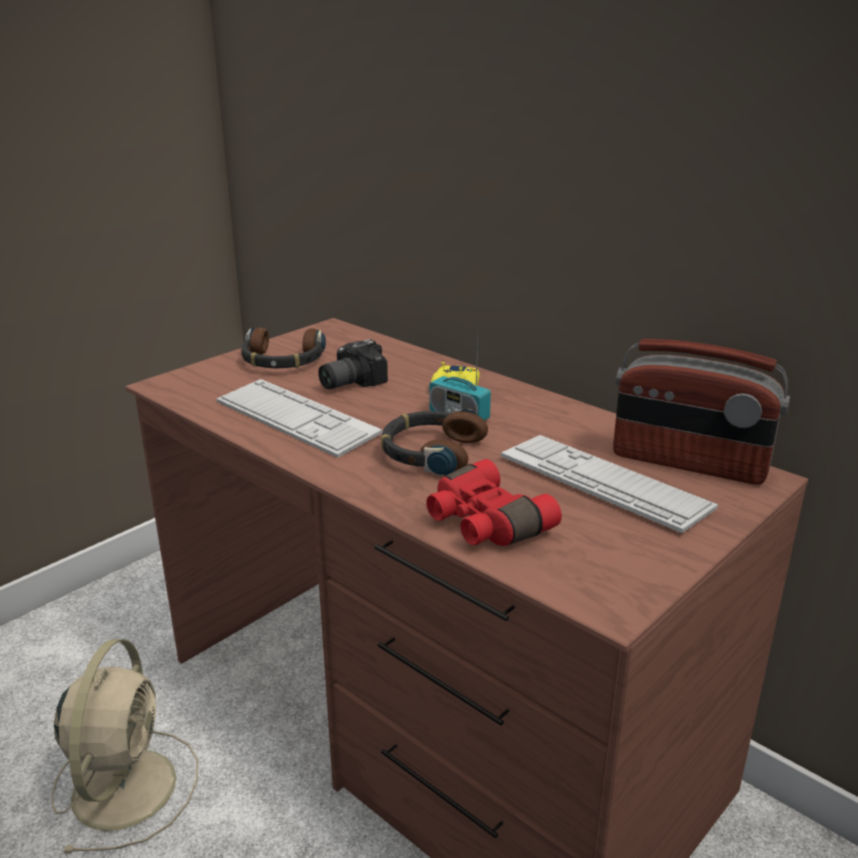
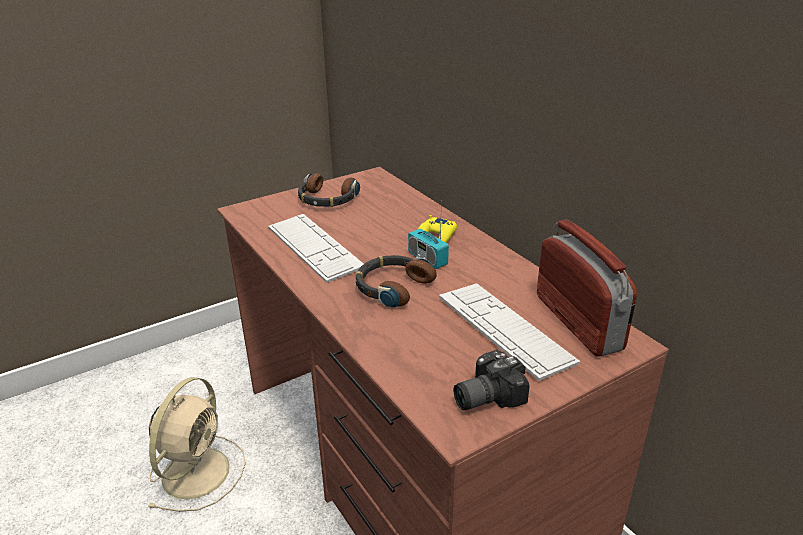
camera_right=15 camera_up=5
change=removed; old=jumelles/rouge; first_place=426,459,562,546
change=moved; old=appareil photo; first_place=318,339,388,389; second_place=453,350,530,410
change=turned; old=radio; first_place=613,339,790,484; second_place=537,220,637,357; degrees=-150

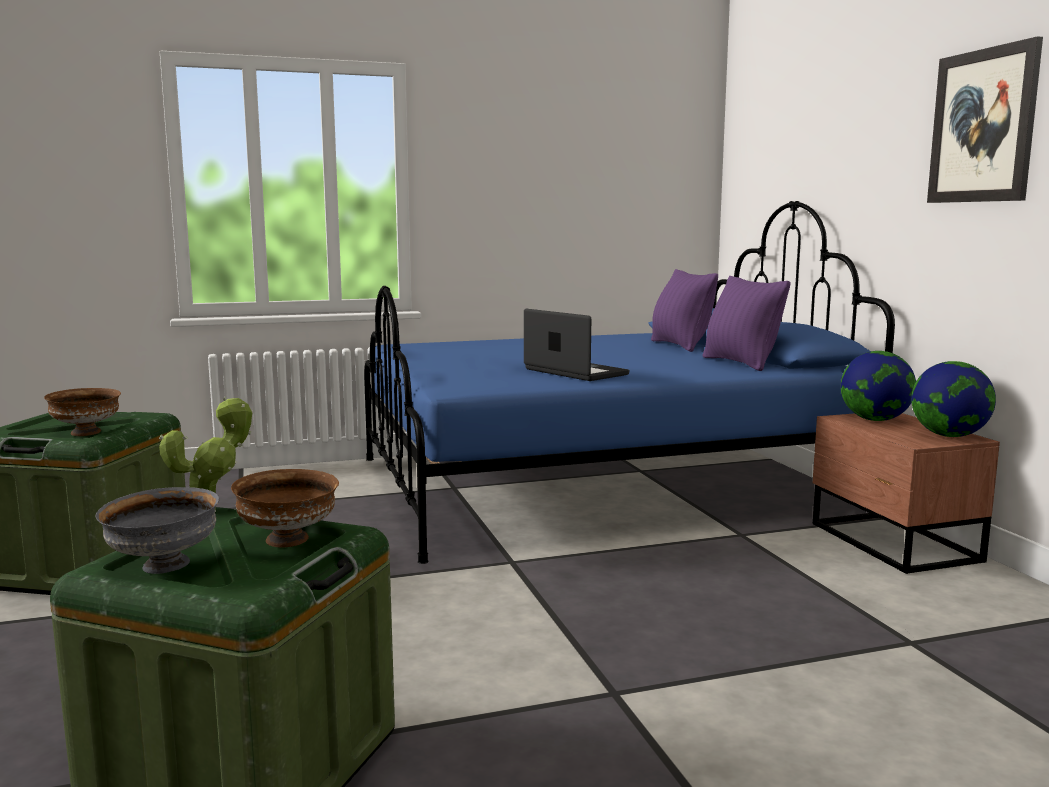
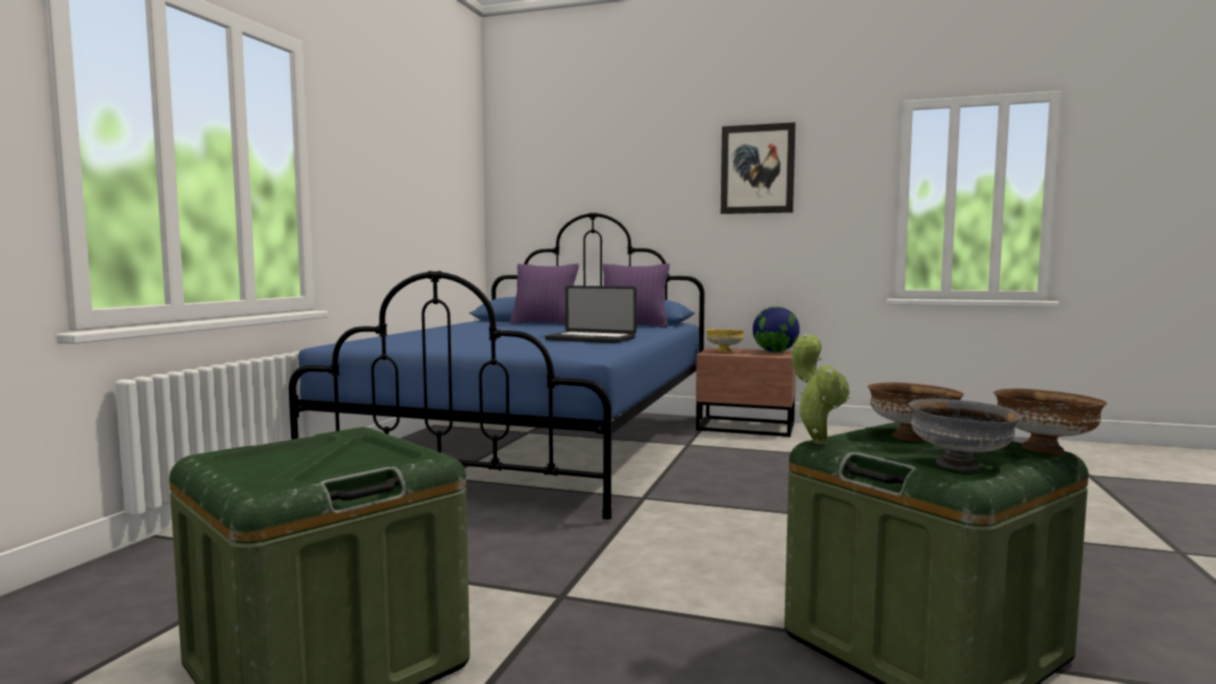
camera_right=-55 camera_up=-5
change=moved; old=bol/marron; first_place=44,388,121,436; second_place=993,389,1107,454
change=replaced; old=globe; new=bol/jaune; first_place=841,351,916,421; second_place=706,329,744,352
change=turned; old=ordinateur portable; first_place=524,309,629,381; second_place=545,286,637,343; degrees=-150

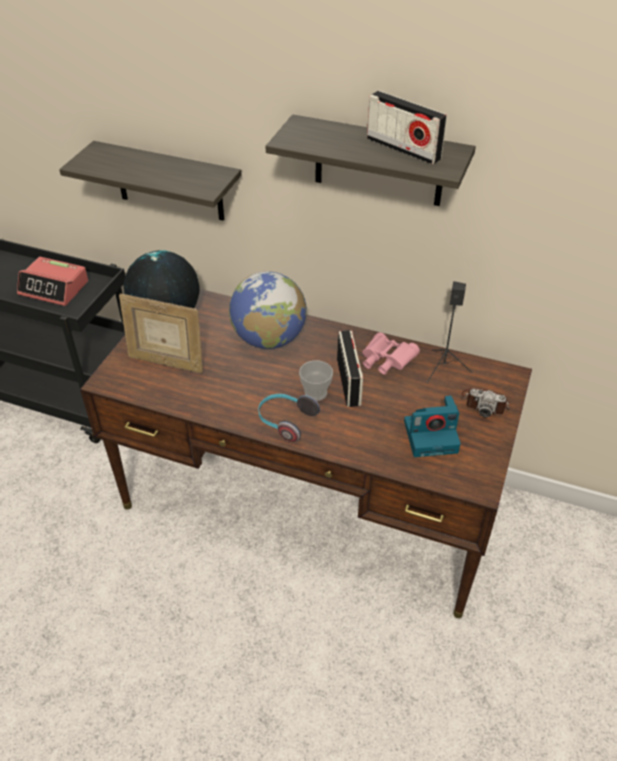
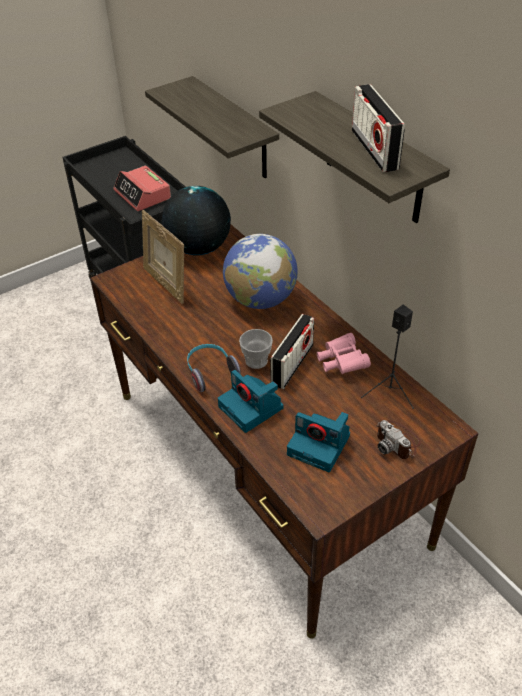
camera_right=35 camera_up=0
change=added; new=appareil photo; second_place=218,370,283,433

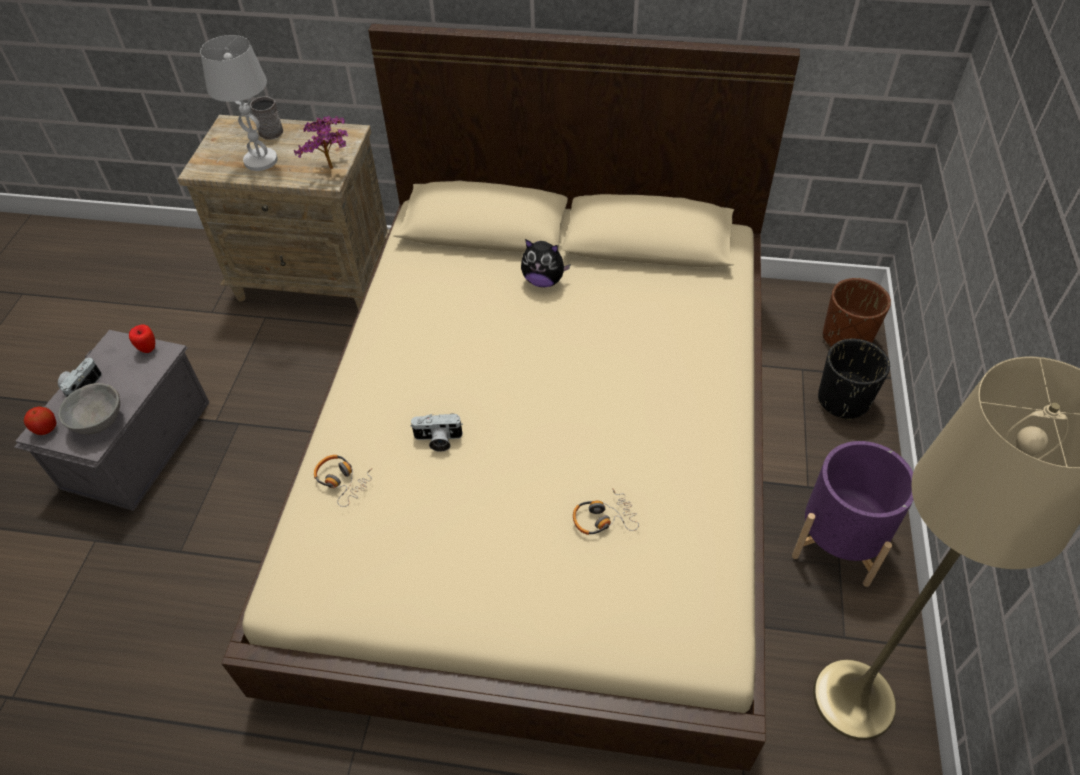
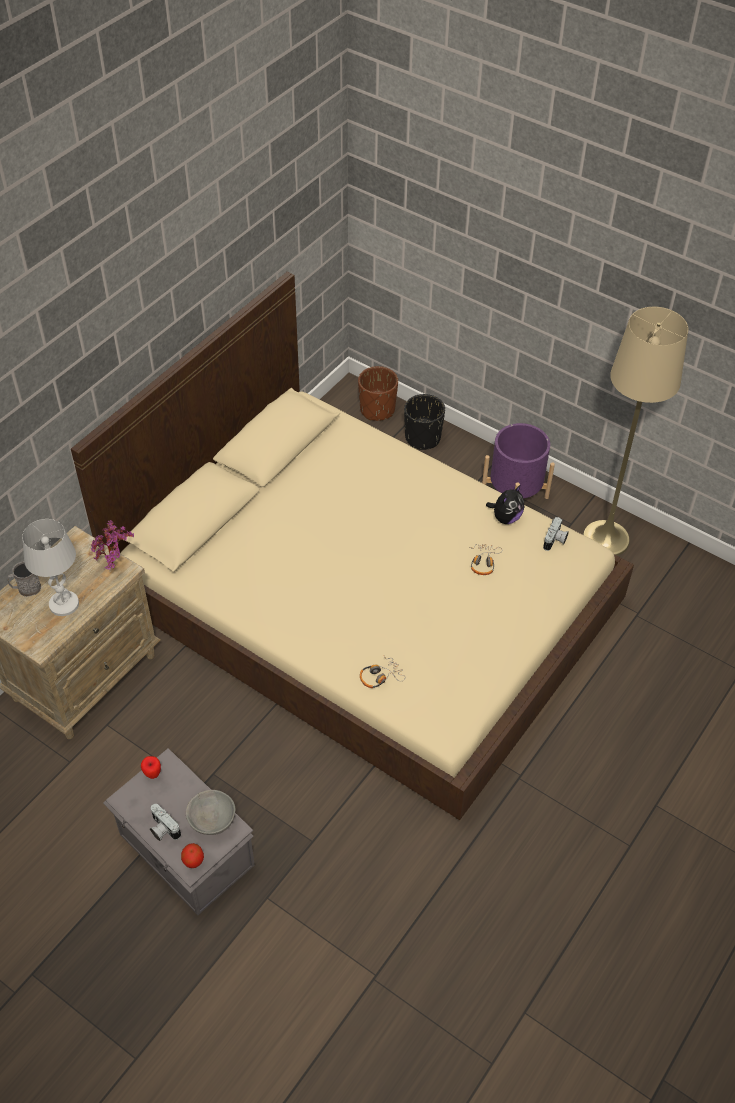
camera_right=-65 camera_up=0
change=moved; old=appareil photo; first_place=410,413,463,452; second_place=543,517,569,551
change=moved; old=peluche; first_place=521,239,571,287; second_place=486,485,524,524

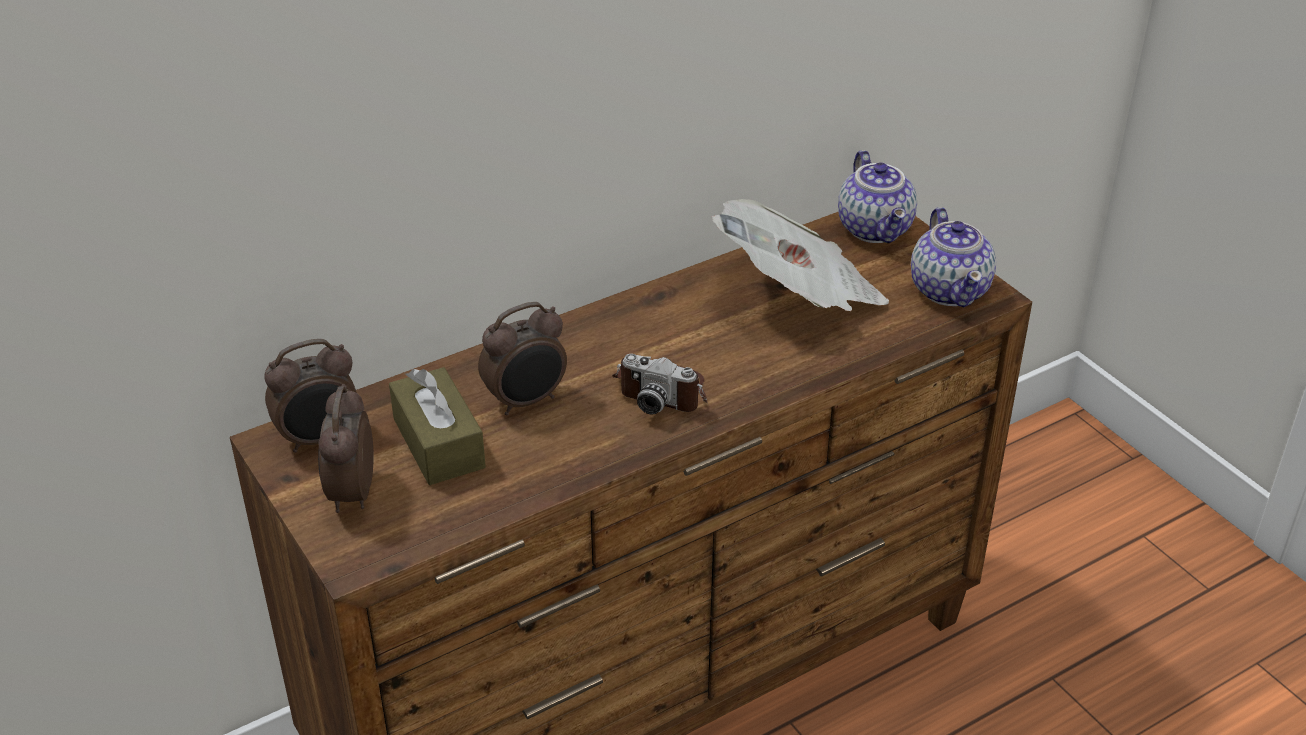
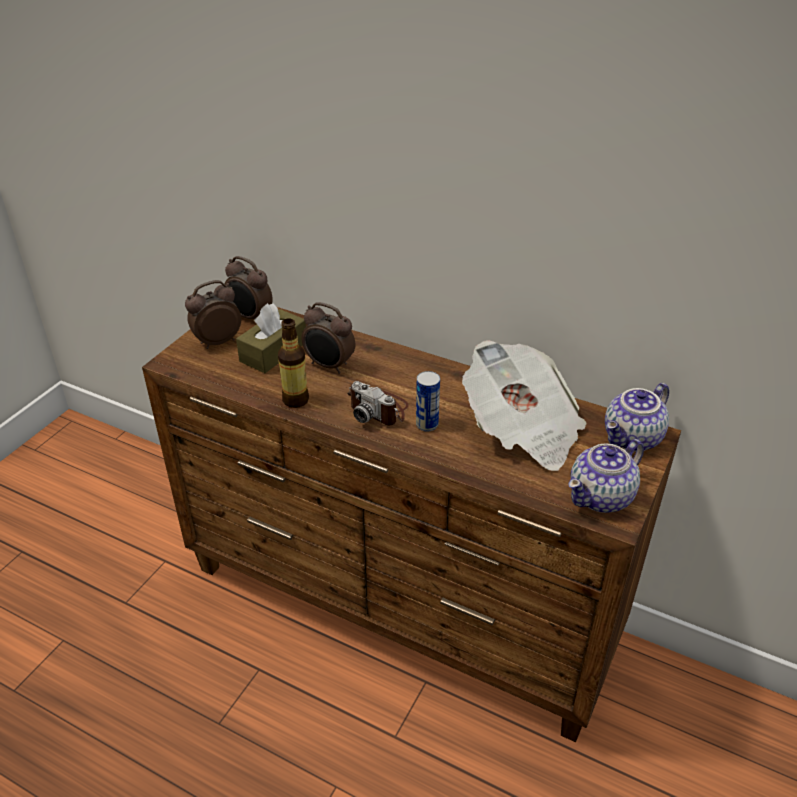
camera_right=60 camera_up=0
change=added; new=bouteille; second_place=278,318,309,408
change=added; new=boîte métallique; second_place=416,371,440,431
change=turned; old=appareil photo; first_place=612,353,707,415; second_place=347,381,409,425; degrees=-45

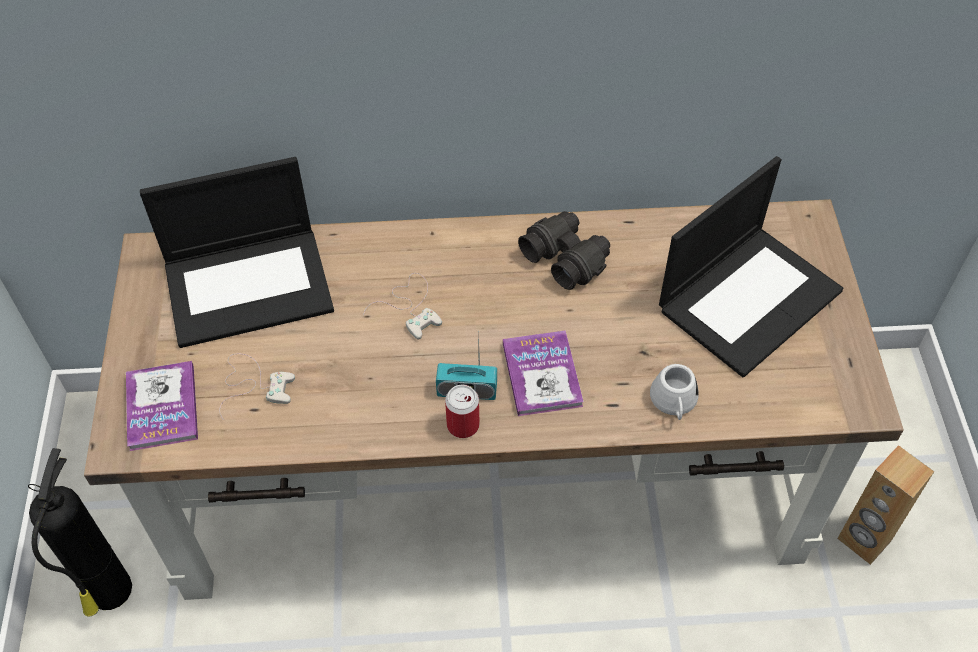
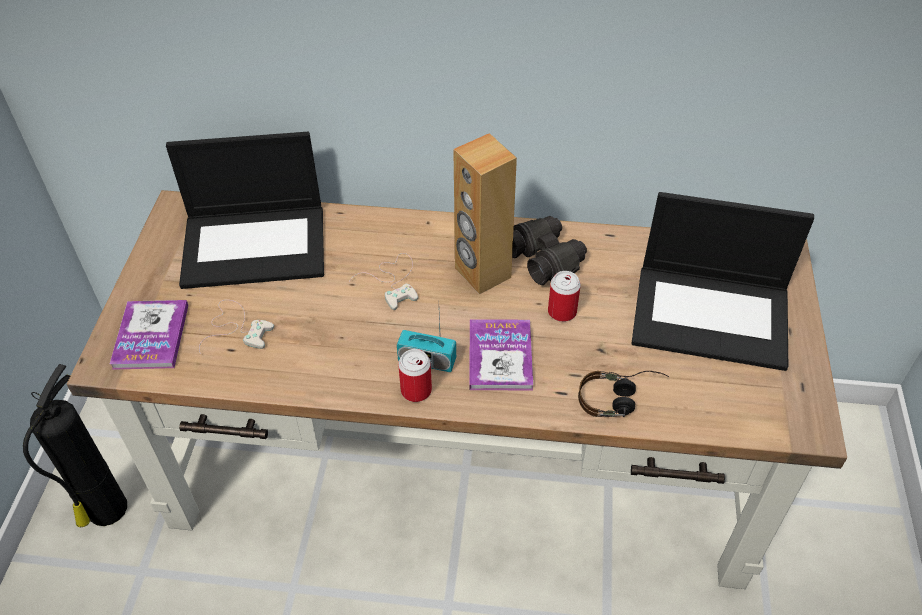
camera_right=10 camera_up=-5
change=added; new=boîte métallique; second_place=548,271,581,322
change=moved; old=enceinte/marron; first_place=837,445,934,565; second_place=453,133,517,294
change=replaced; old=mug/blanc; new=casque audio; first_place=650,364,698,420; second_place=578,371,669,417
change=turned; old=ordinateur portable; first_place=659,156,844,378; second_place=631,192,814,371; degrees=45

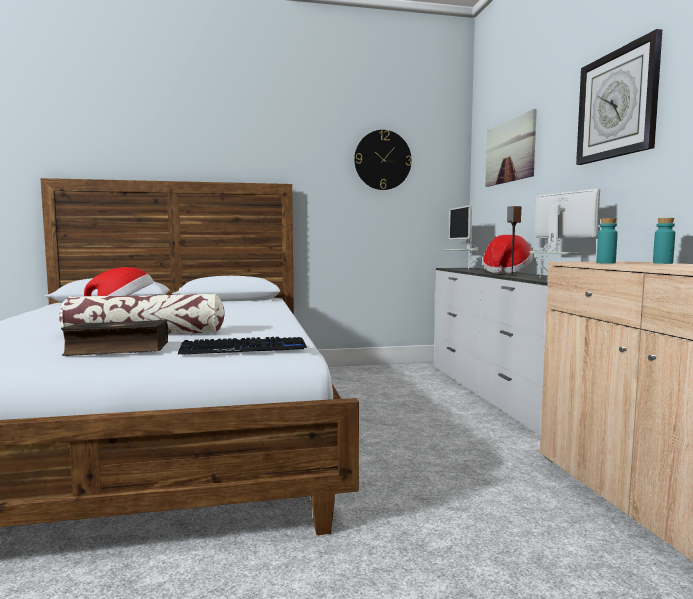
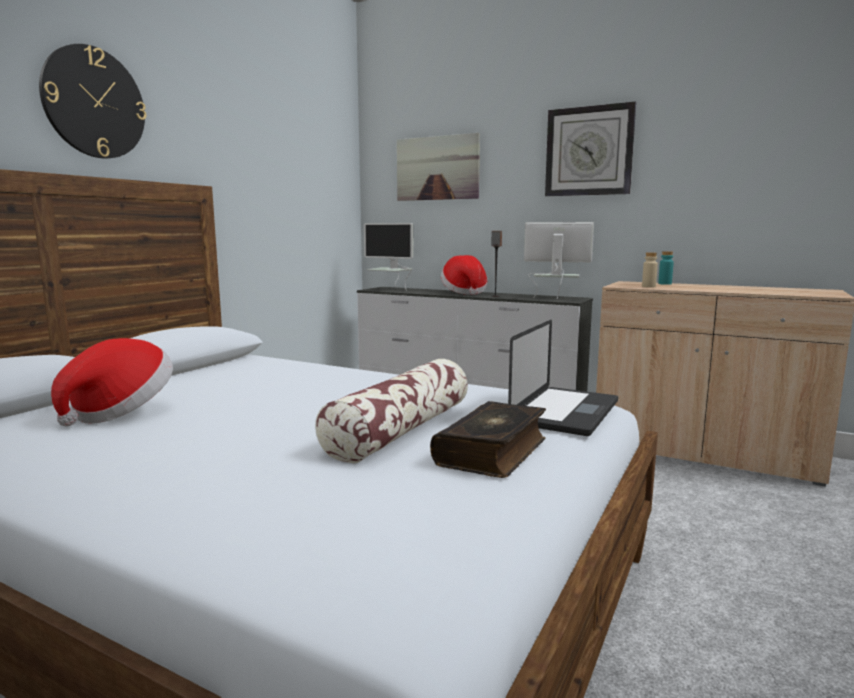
camera_right=-50 camera_up=5
change=moved; old=horloge murale; first_place=354,130,412,190; second_place=39,44,146,158
change=replaced; old=clavier; new=ordinateur portable; first_place=178,337,307,354; second_place=508,320,618,436
change=recoloured; old=bouteille/turquoise; new=bouteille/beige; first_place=597,218,618,264; second_place=642,252,658,287

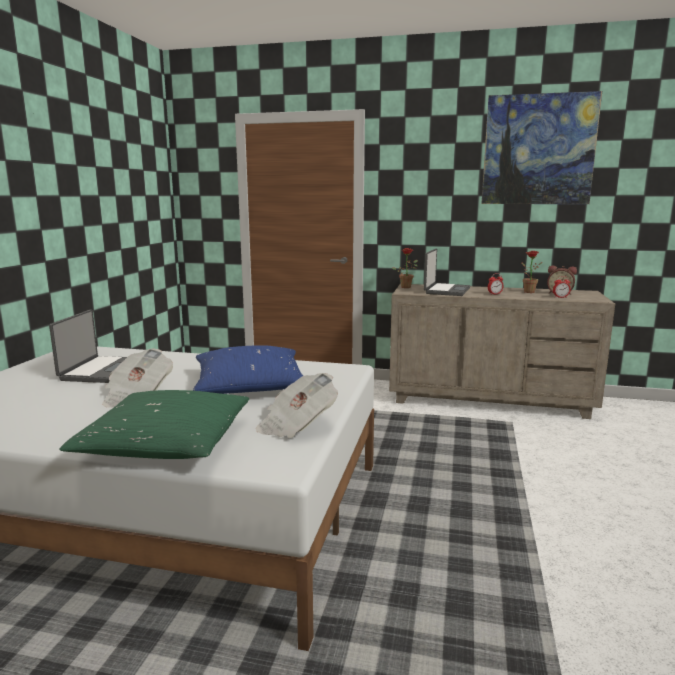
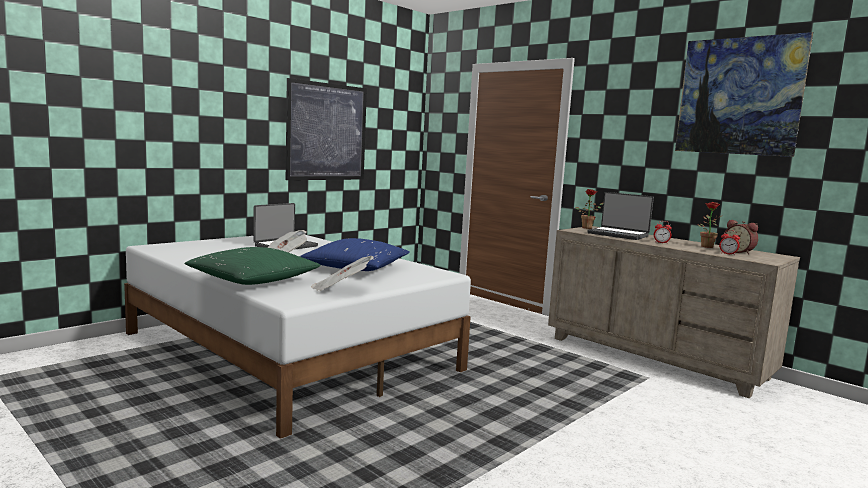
camera_right=30 camera_up=-5
change=added; new=tableau; second_place=286,78,367,180
change=turned; old=ordinateur portable; first_place=424,249,470,296; second_place=588,192,654,240; degrees=75

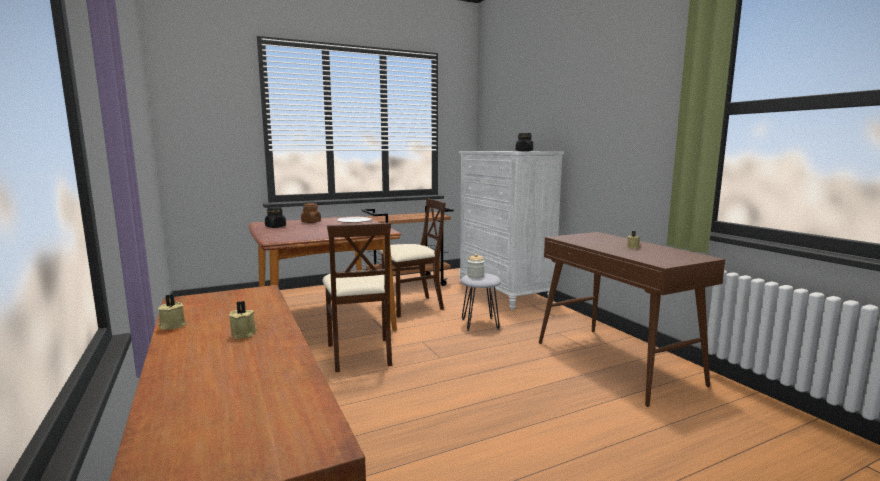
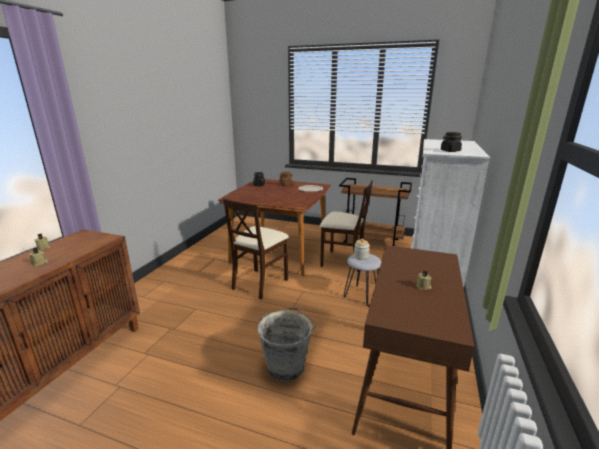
camera_right=45 camera_up=10
change=added; new=seau/gris; second_place=257,307,316,382

